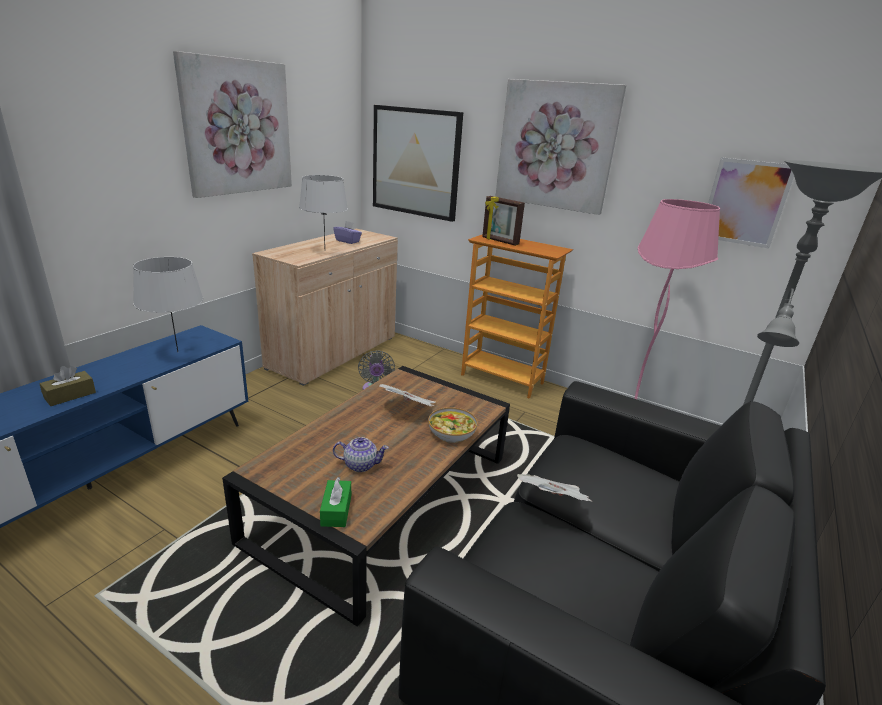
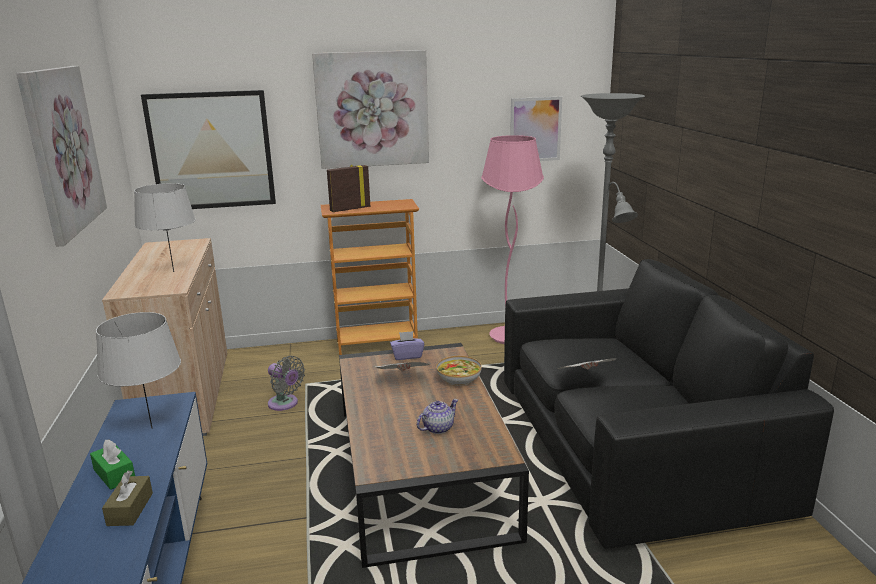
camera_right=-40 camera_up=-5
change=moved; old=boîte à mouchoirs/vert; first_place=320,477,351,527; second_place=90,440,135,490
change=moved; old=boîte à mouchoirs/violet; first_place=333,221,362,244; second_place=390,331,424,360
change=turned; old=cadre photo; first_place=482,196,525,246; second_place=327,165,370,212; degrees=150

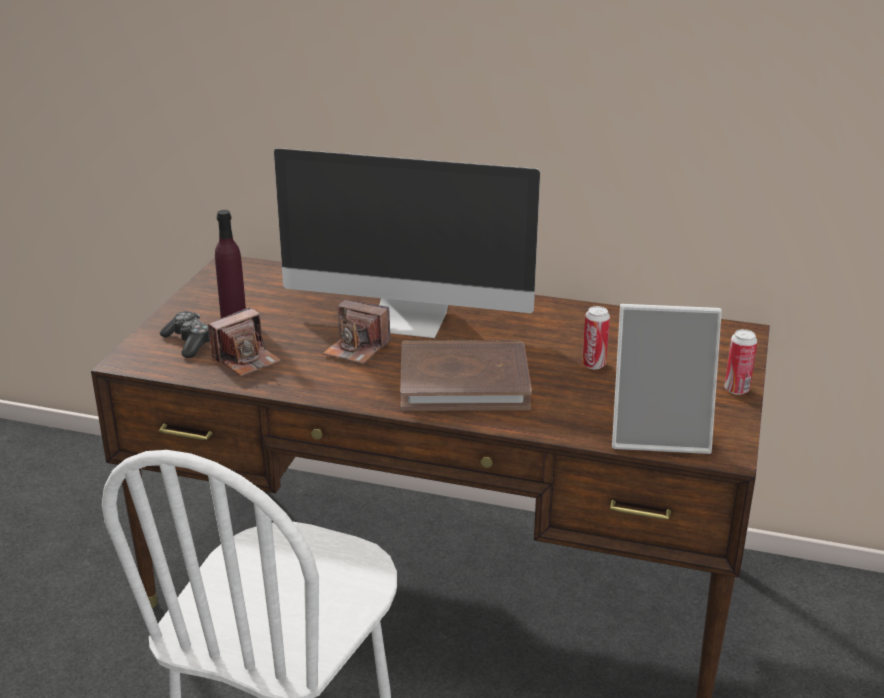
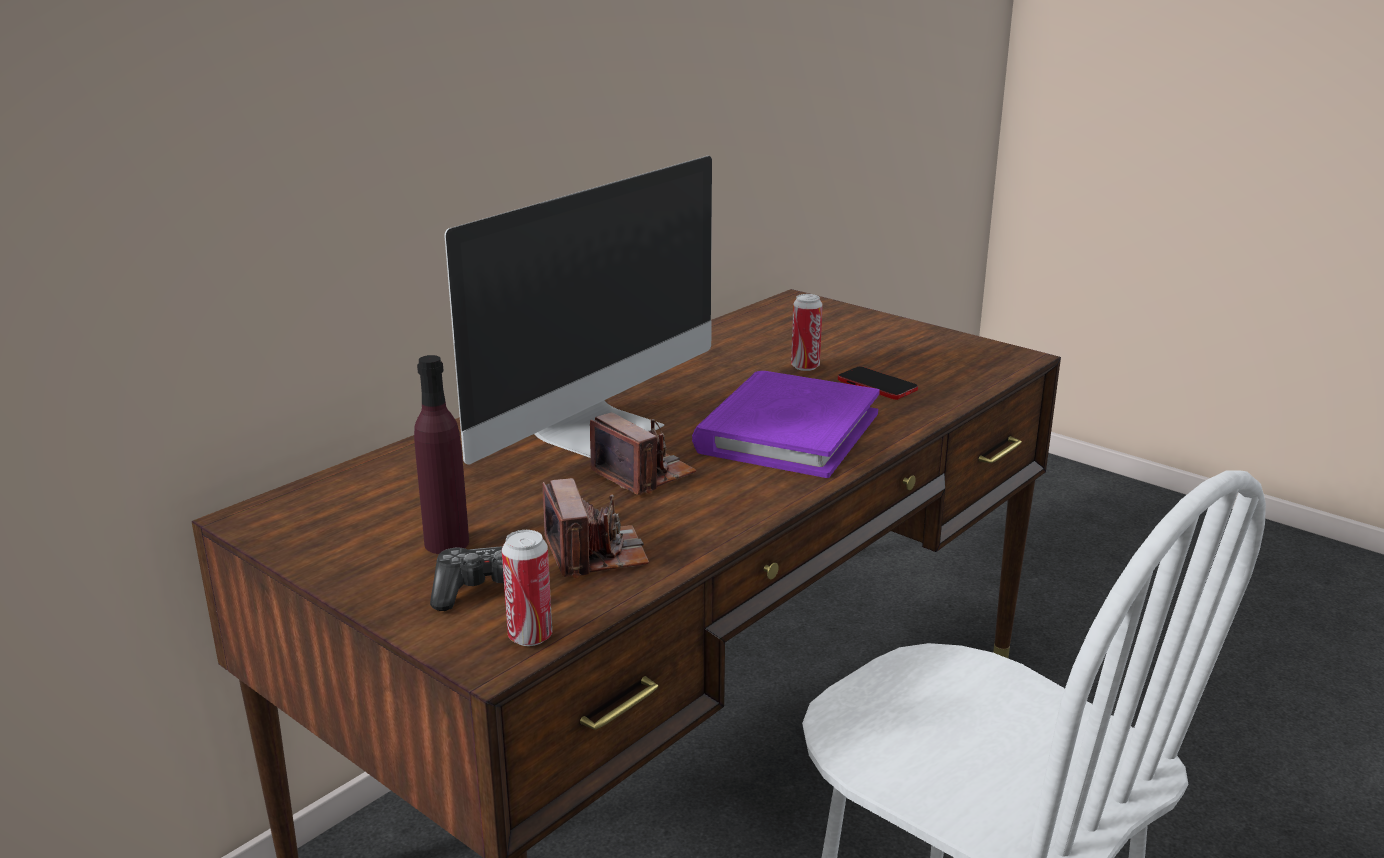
camera_right=-65 camera_up=-5
change=removed; old=cadre photo; first_place=612,304,722,454
change=added; new=téléphone; second_place=838,366,918,400
change=moved; old=boîte métallique; first_place=724,329,757,395; second_place=502,530,552,646
change=recoloured; old=livre/marron; new=livre/violet; first_place=400,340,532,411; second_place=692,371,880,478
change=turned; old=appareil photo; first_place=323,300,391,364; second_place=590,413,697,495; degrees=-90

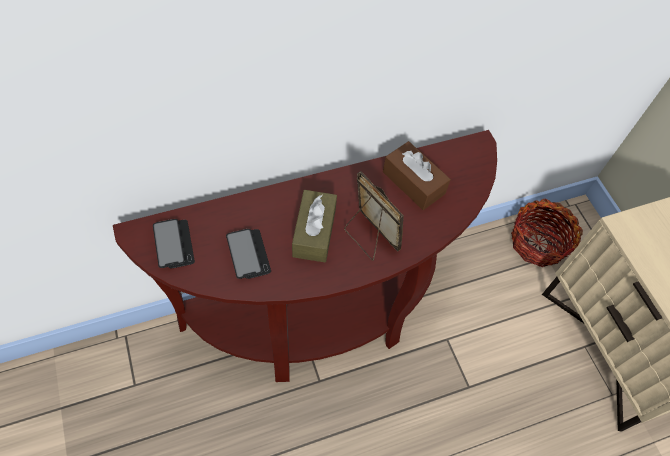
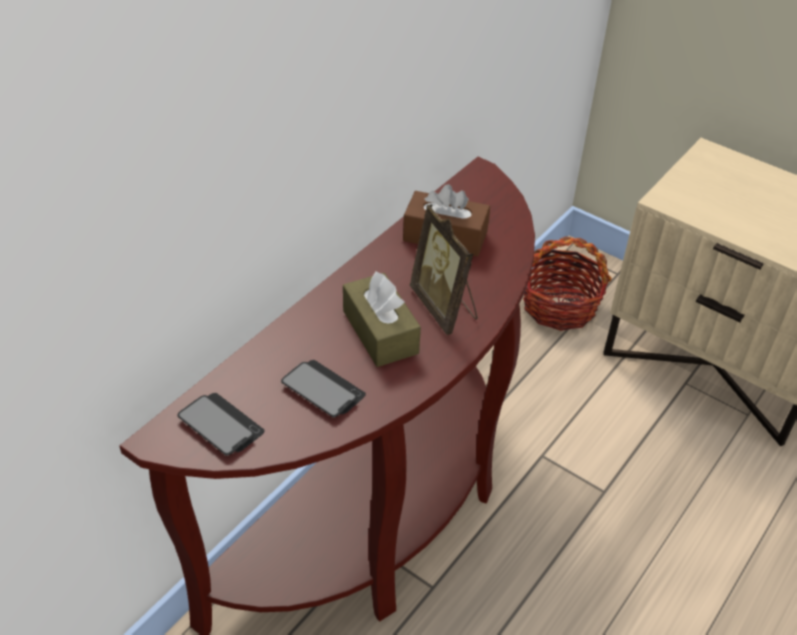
camera_right=-30 camera_up=-15
change=turned; old=cadre photo; first_place=344,171,404,261; second_place=410,204,478,335; degrees=-135

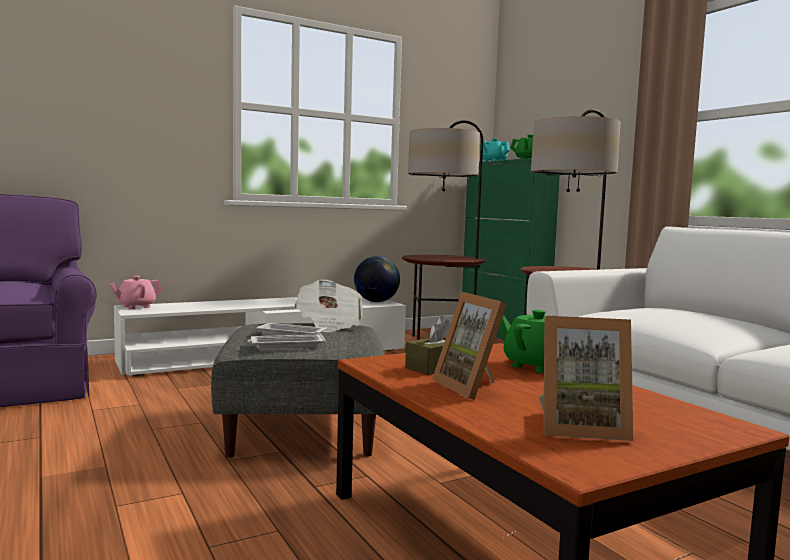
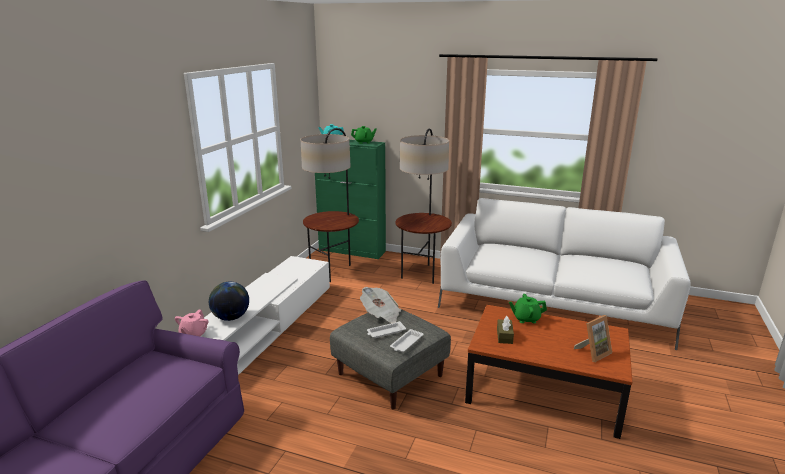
camera_right=-40 camera_up=15
change=removed; old=cadre photo; first_place=432,292,507,400
change=moved; old=globe; first_place=354,256,400,302; second_place=209,281,249,321

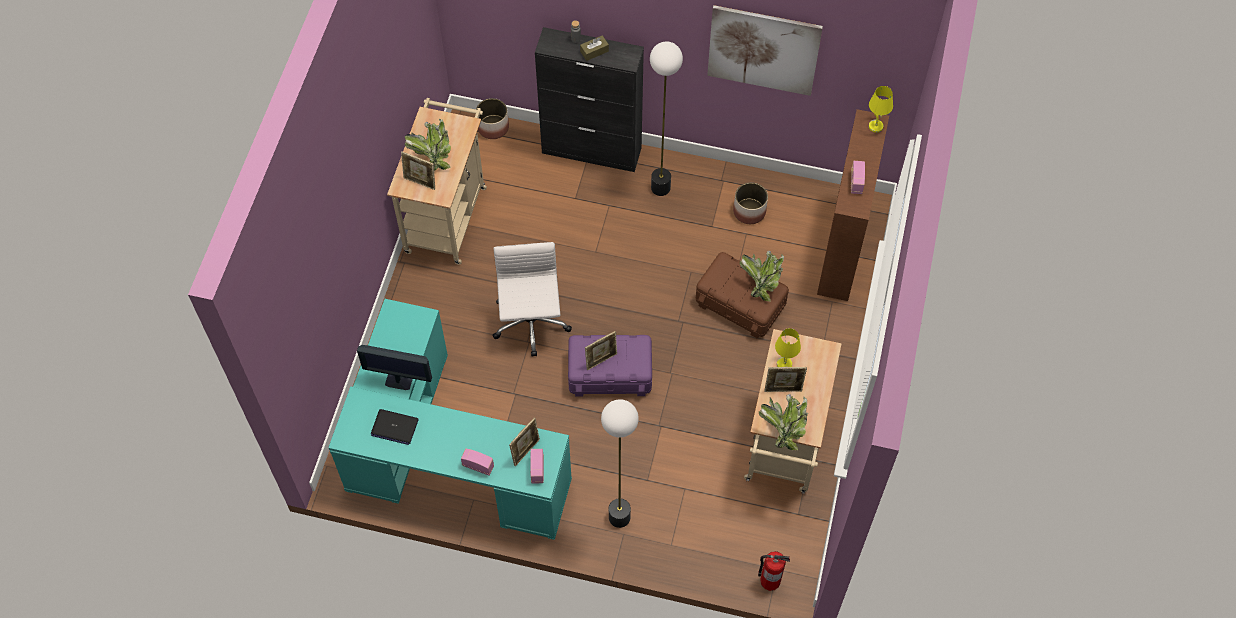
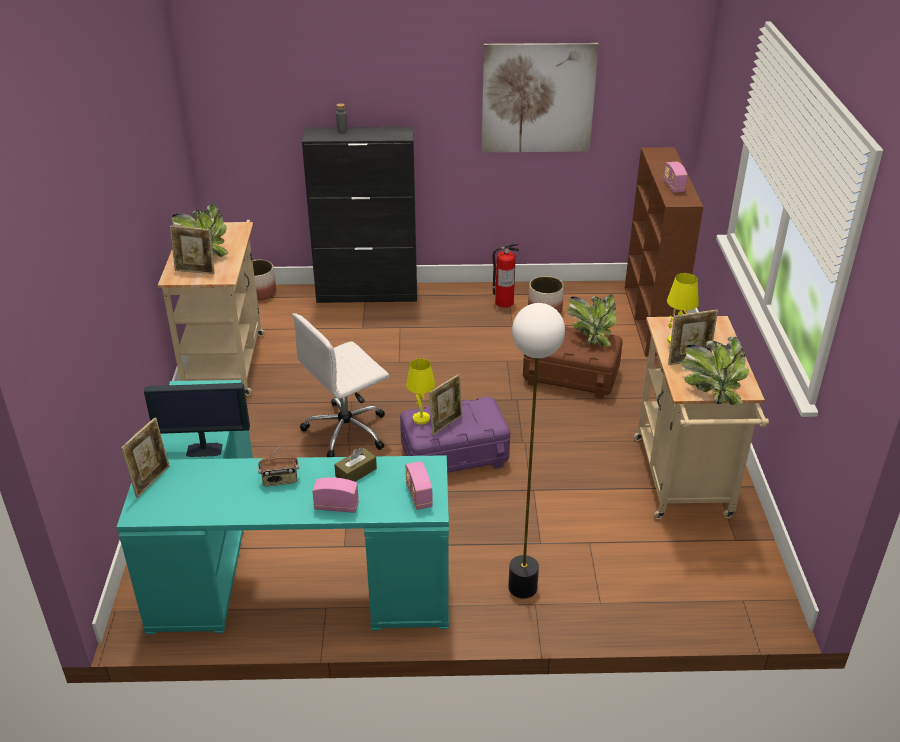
camera_right=-15 camera_up=-25
change=removed; old=ordinateur portable; first_place=371,409,419,445
change=removed; old=lampadaire; first_place=650,41,683,196
change=added; new=radio; second_place=258,444,299,486
change=moved; old=cadre photo; first_place=509,417,540,466; second_place=121,417,170,498
change=moved; old=boîte à mouchoirs/marron; first_place=580,35,609,61; second_place=334,447,377,482
change=moved; old=extincteur; first_place=758,551,790,591; second_place=492,243,519,308
change=moved; old=lampe de table/jaune; first_place=869,86,893,133; second_place=406,358,435,425
change=turned; old=chaise de bureau/blanc; first_place=492,242,572,357; second_place=292,313,389,457; degrees=-105

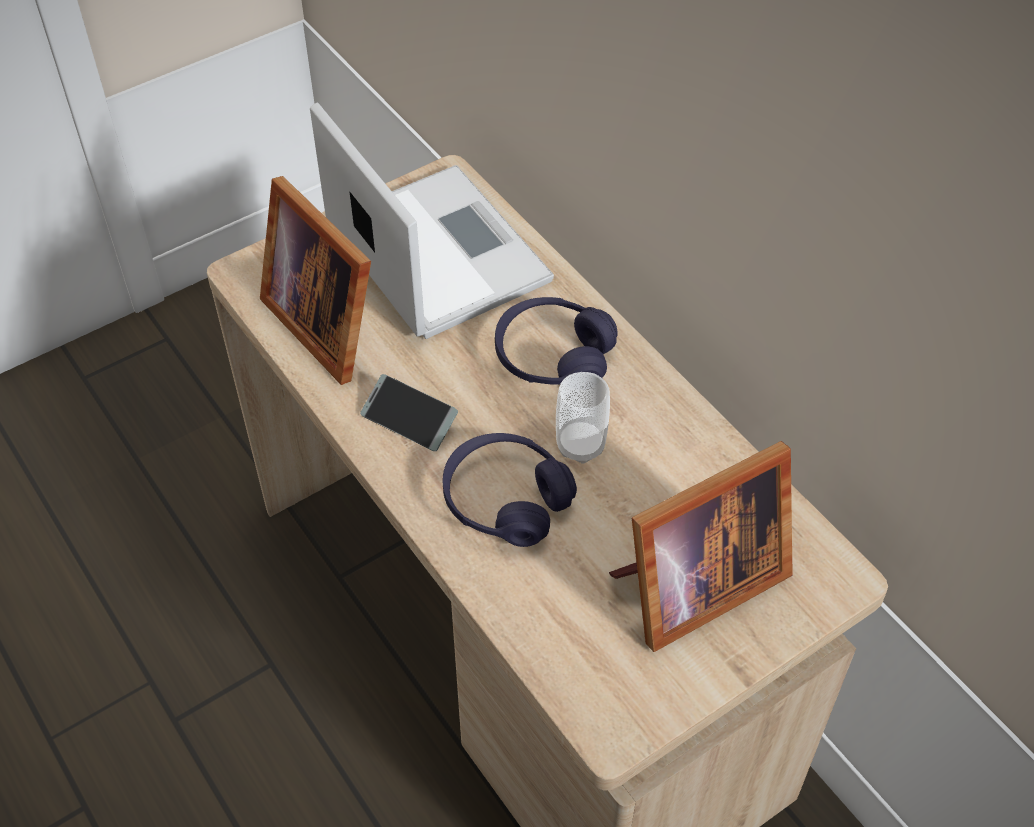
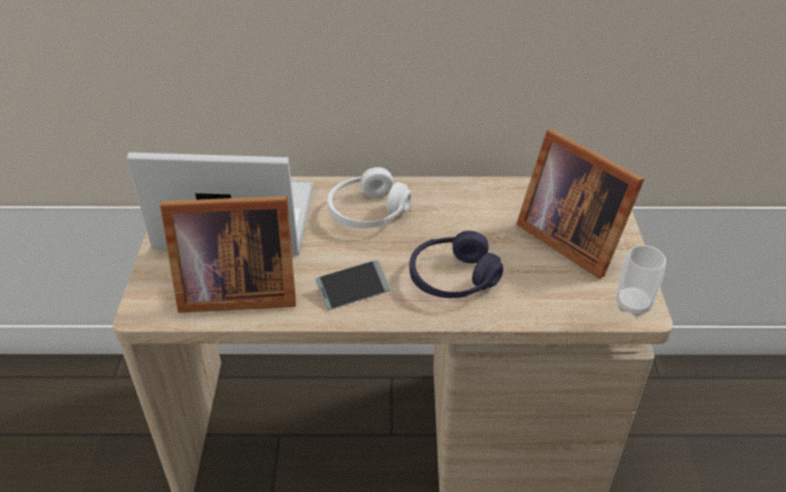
camera_right=-55 camera_up=-10
change=moved; old=tasse; first_place=556,372,610,464; second_place=616,245,666,317
change=recoloured; old=casque audio/violet; new=casque audio/blanc; first_place=495,297,618,385; second_place=328,167,412,228
change=turned; old=cadre photo; first_place=609,441,793,652; second_place=516,129,644,279; degrees=135

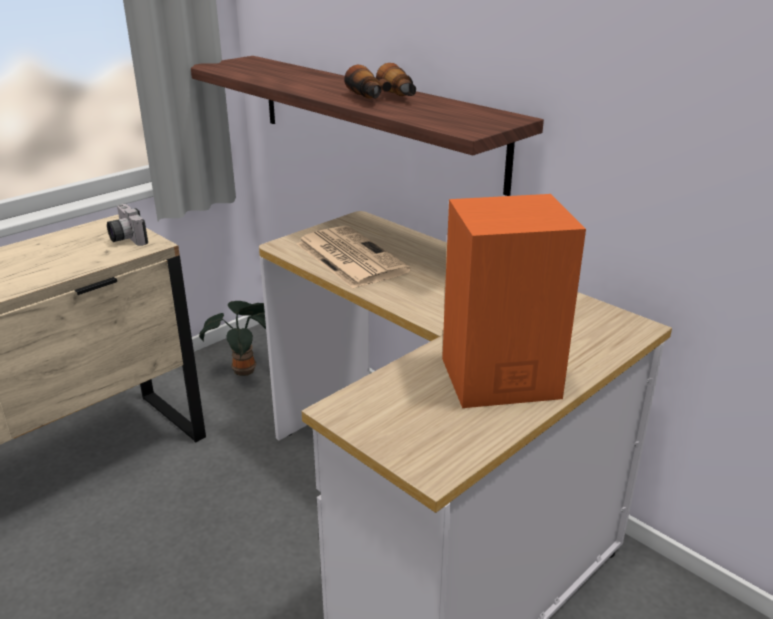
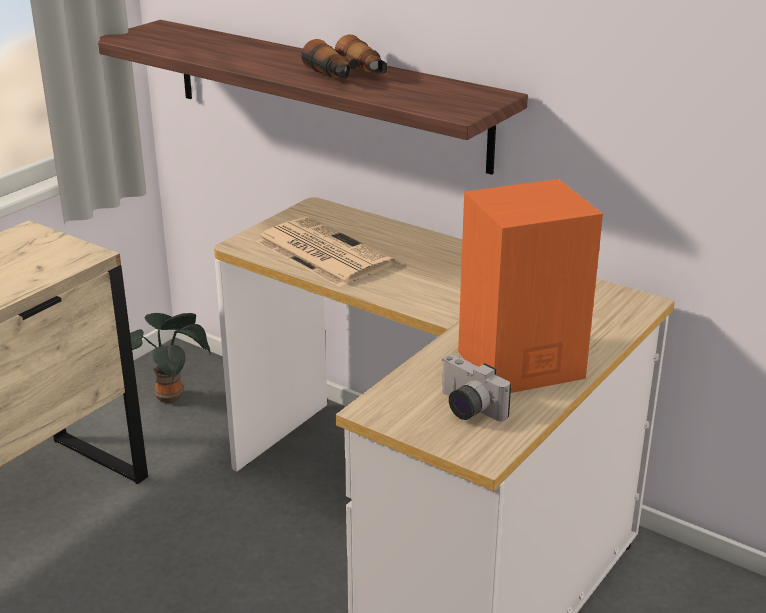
camera_right=-10 camera_up=0
change=moved; old=appareil photo; first_place=107,204,148,246; second_place=442,354,511,421

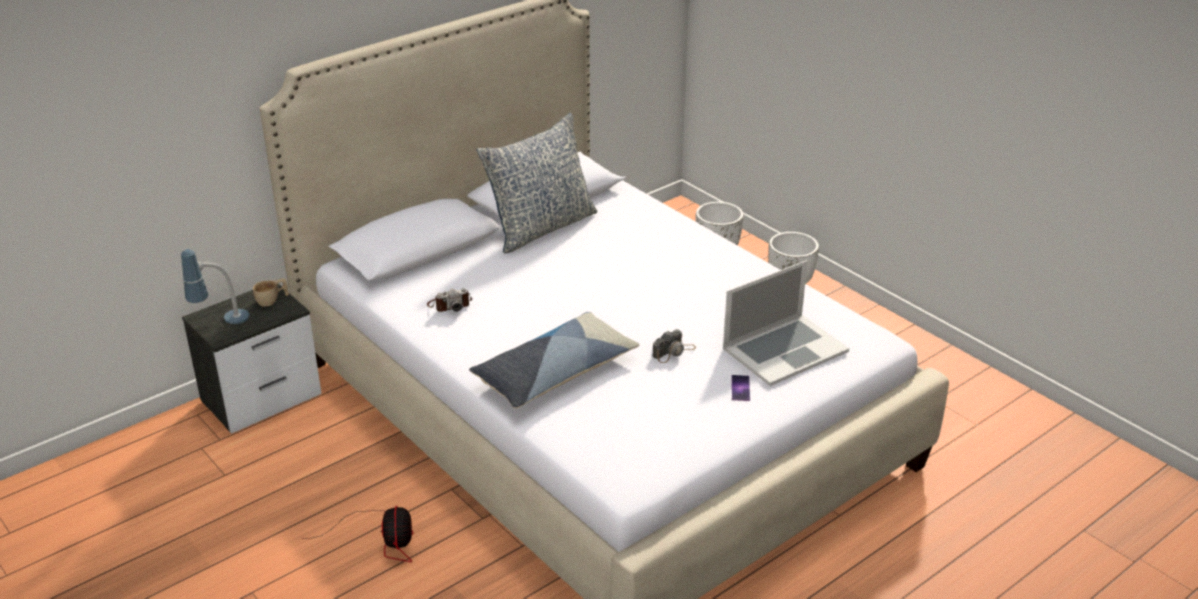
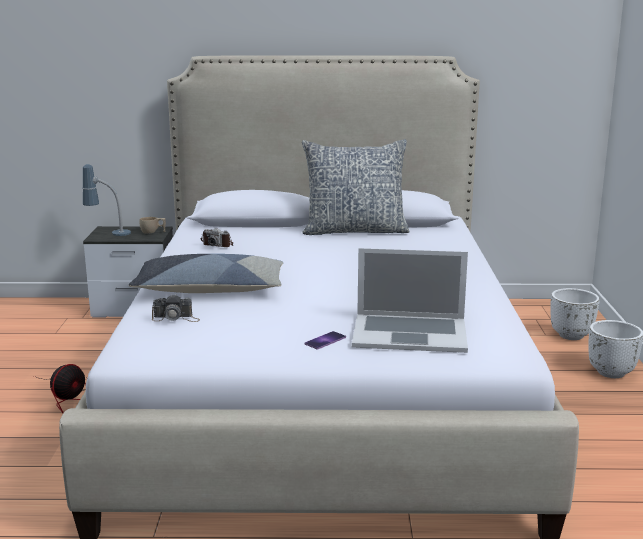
camera_right=40 camera_up=-15
change=moved; old=appareil photo; first_place=652,329,696,363; second_place=152,294,200,322

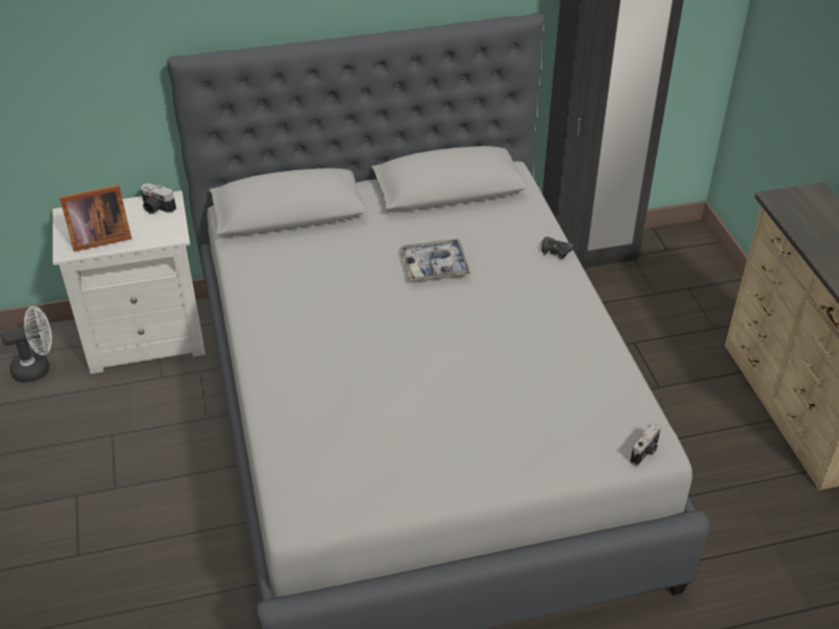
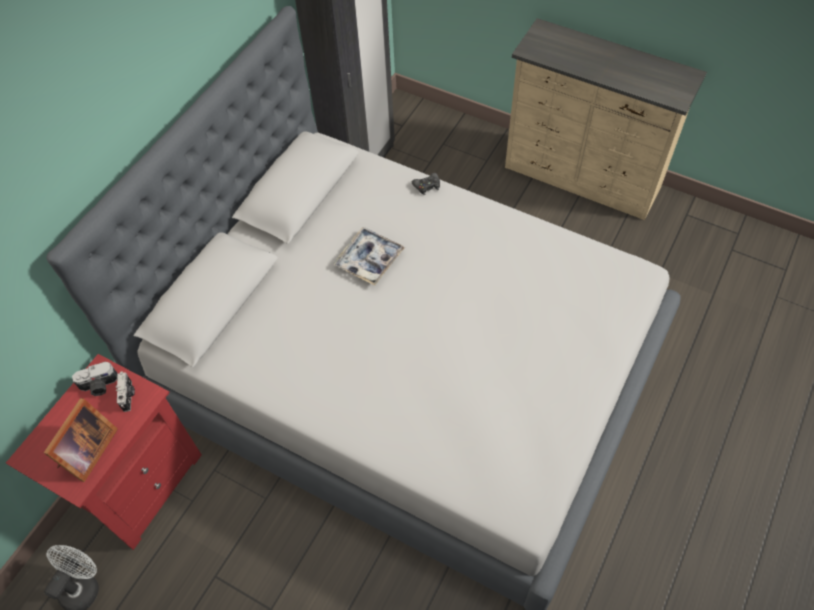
camera_right=-45 camera_up=15
change=moved; old=appareil photo; first_place=630,423,661,466; second_place=116,371,135,412
change=recoloured; old=table de chevet/blanc; new=table de chevet/rouge; first_place=53,191,206,374; second_place=6,354,202,550

